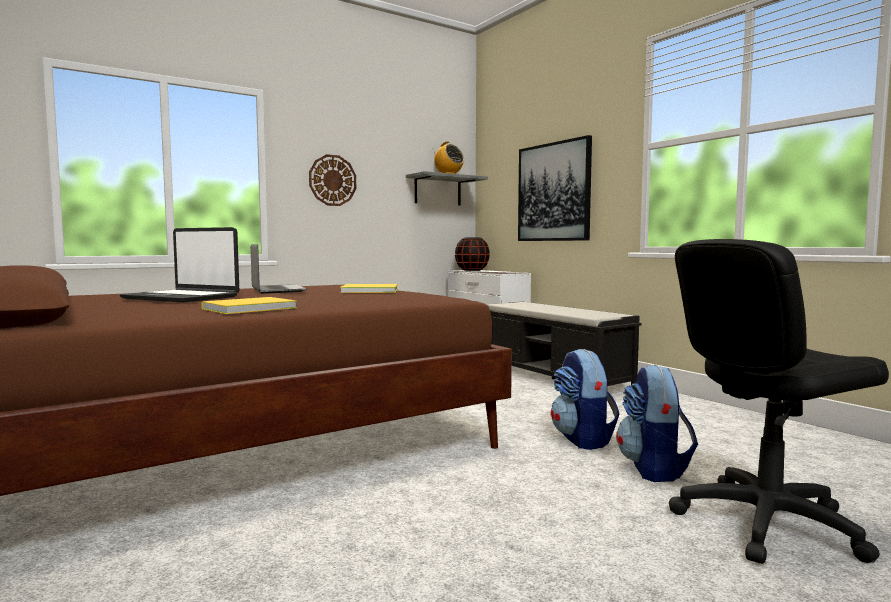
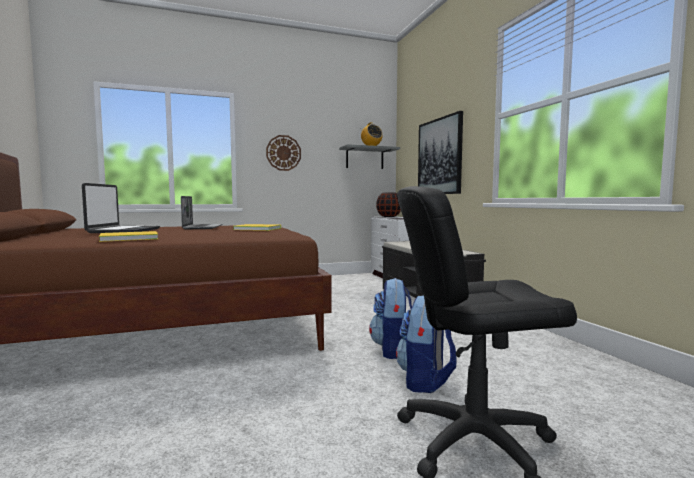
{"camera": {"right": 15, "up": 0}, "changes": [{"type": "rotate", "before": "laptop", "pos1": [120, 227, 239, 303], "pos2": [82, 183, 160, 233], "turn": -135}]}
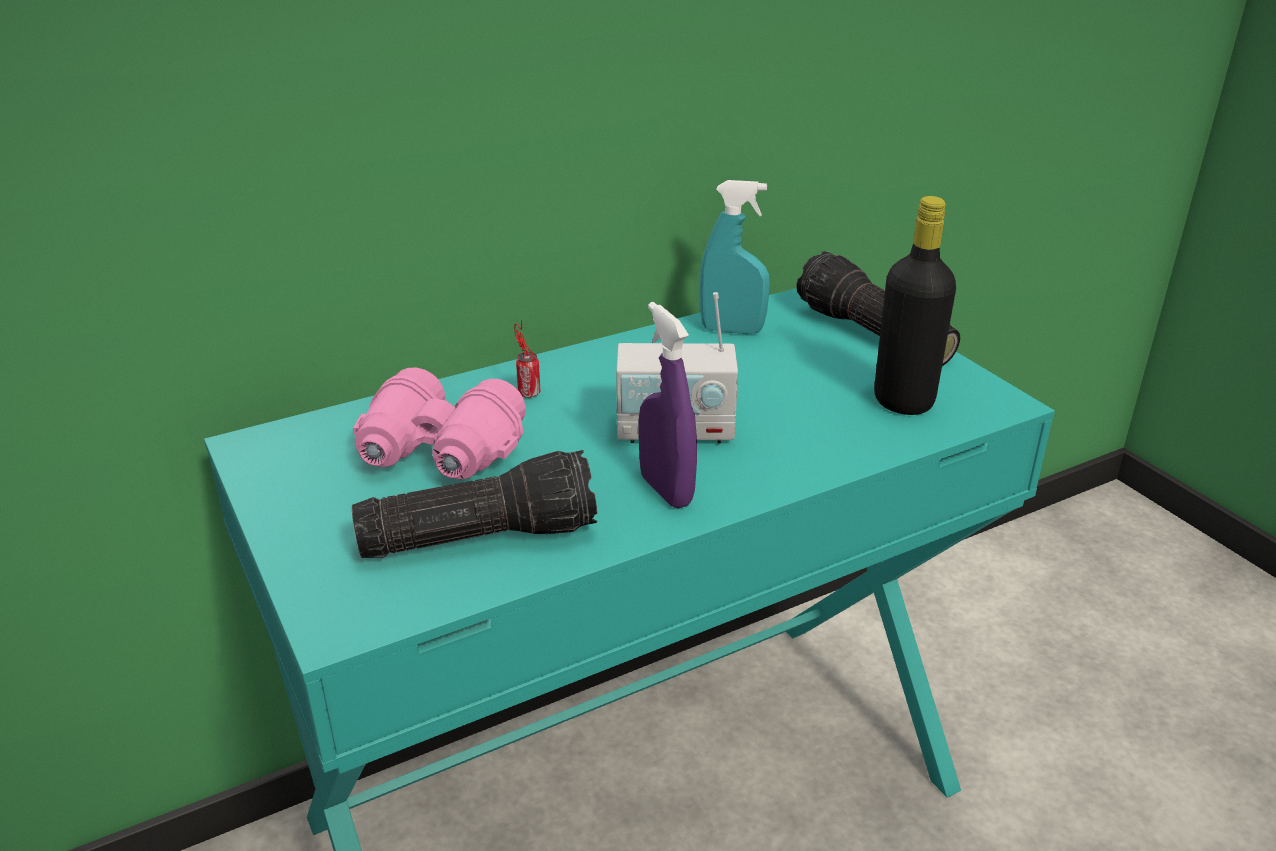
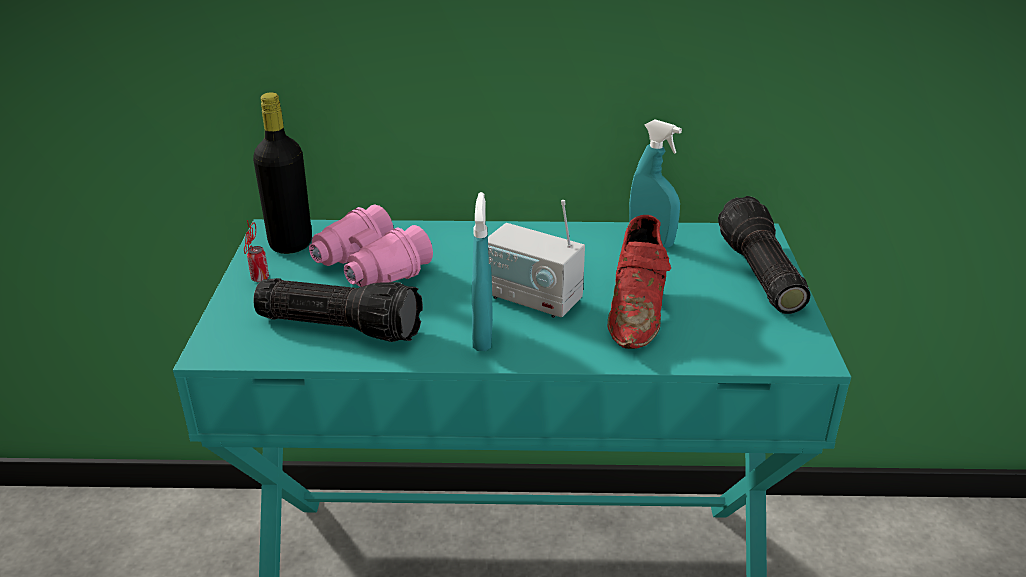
{"camera": {"right": 30, "up": 0}, "changes": [{"type": "move", "before": "black bottle", "pos1": [874, 196, 956, 415], "pos2": [253, 93, 312, 254]}, {"type": "recolor", "before": "purple spray bottle", "after": "turquoise spray bottle", "pos1": [639, 302, 697, 508], "pos2": [472, 192, 493, 351]}, {"type": "move", "before": "can", "pos1": [514, 319, 540, 398], "pos2": [244, 220, 269, 282]}, {"type": "insert", "after": "red shoe", "pos2": [608, 215, 671, 349]}]}
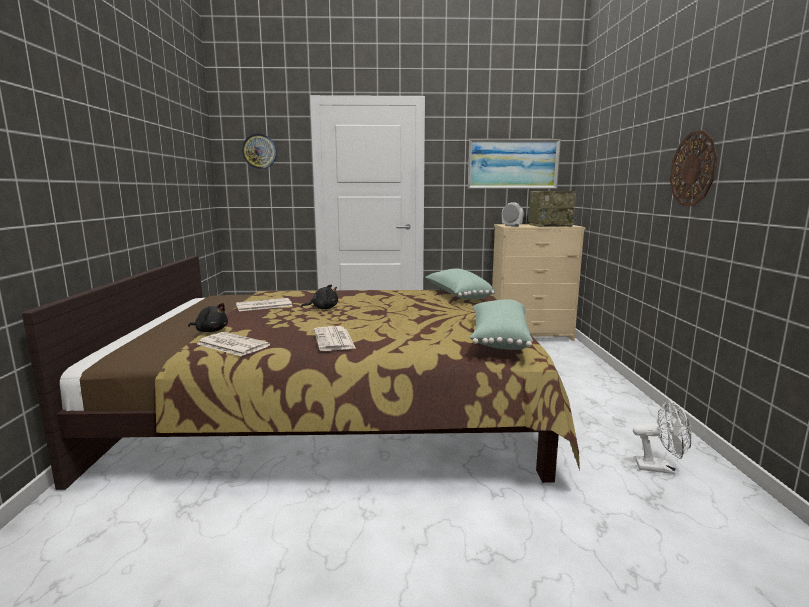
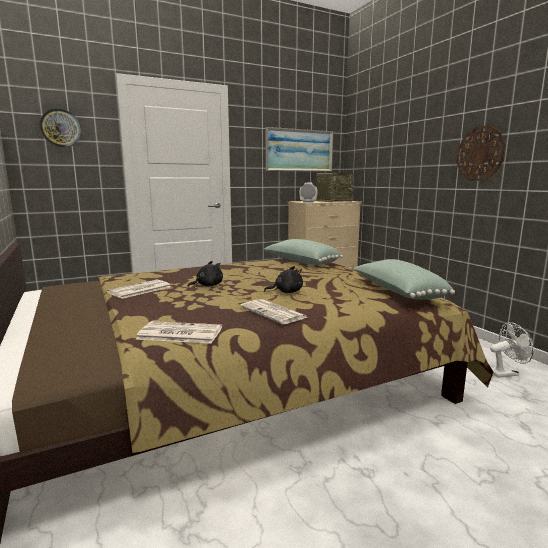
{"camera": {"right": -25, "up": 0}, "changes": [{"type": "move", "before": "black plush toy", "pos1": [188, 303, 228, 332], "pos2": [264, 266, 303, 293]}]}
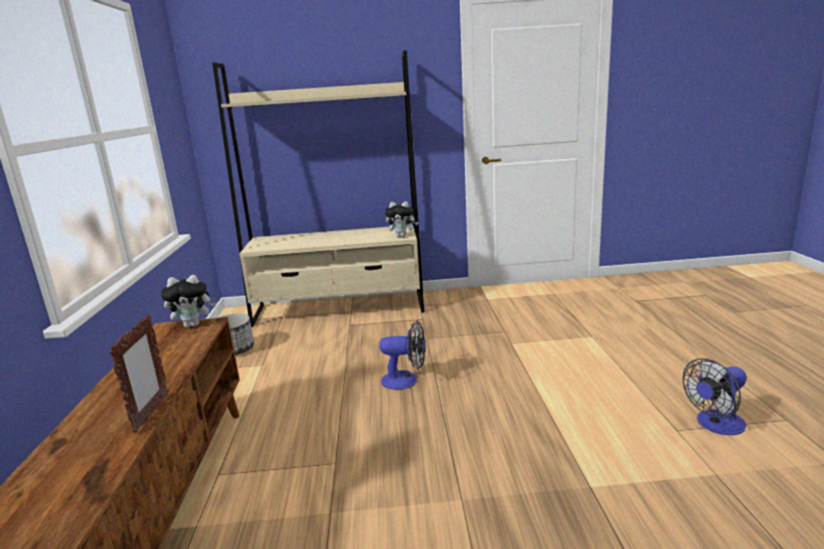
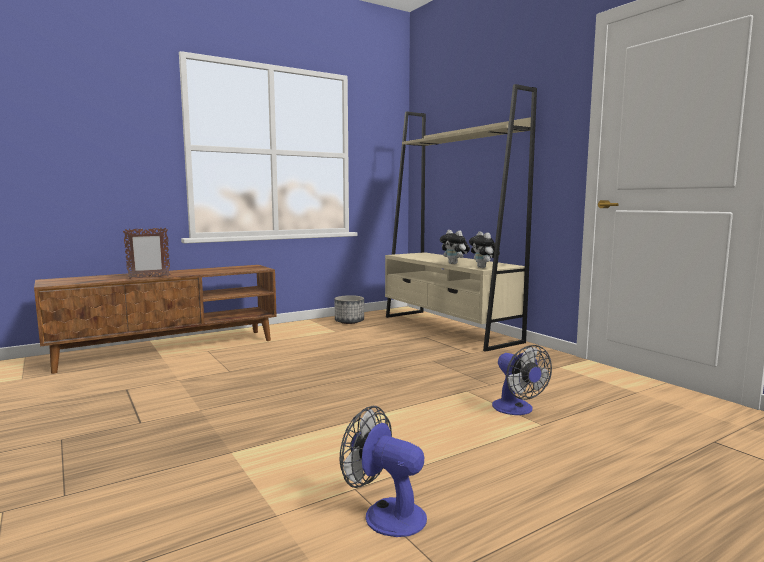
{"camera": {"right": 60, "up": -10}, "changes": [{"type": "move", "before": "plush toy", "pos1": [161, 275, 216, 328], "pos2": [440, 230, 470, 264]}, {"type": "move", "before": "fan", "pos1": [379, 320, 426, 390], "pos2": [492, 345, 552, 415]}]}
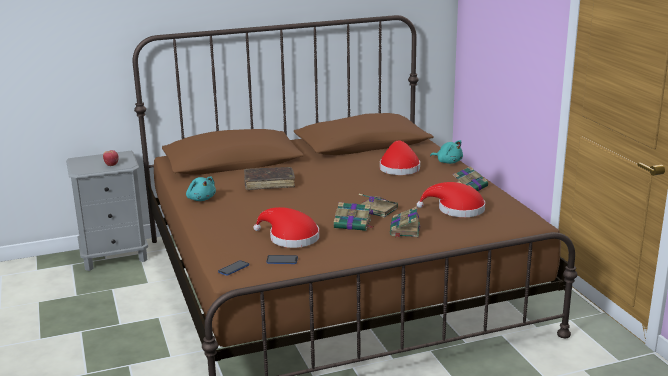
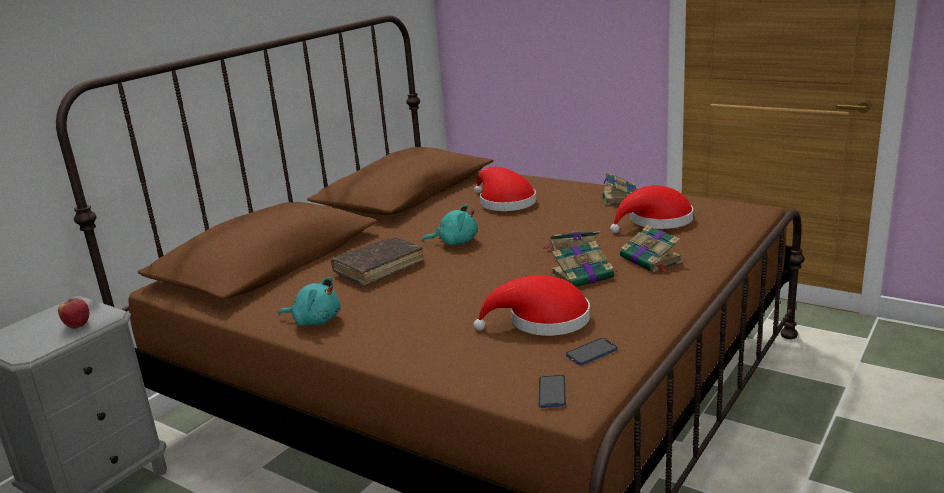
{"camera": {"right": -35, "up": 0}, "changes": [{"type": "move", "before": "turquoise plush toy", "pos1": [430, 140, 463, 164], "pos2": [422, 204, 478, 245]}]}
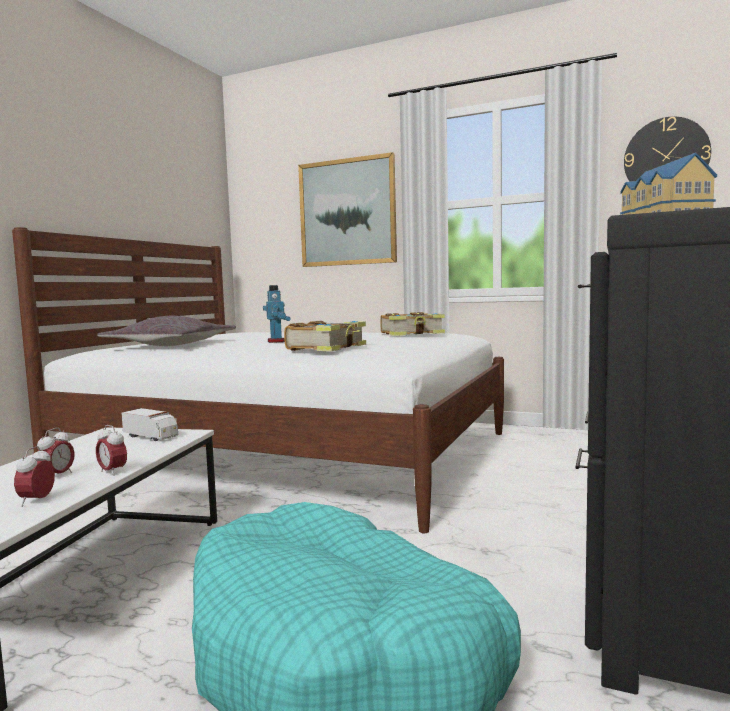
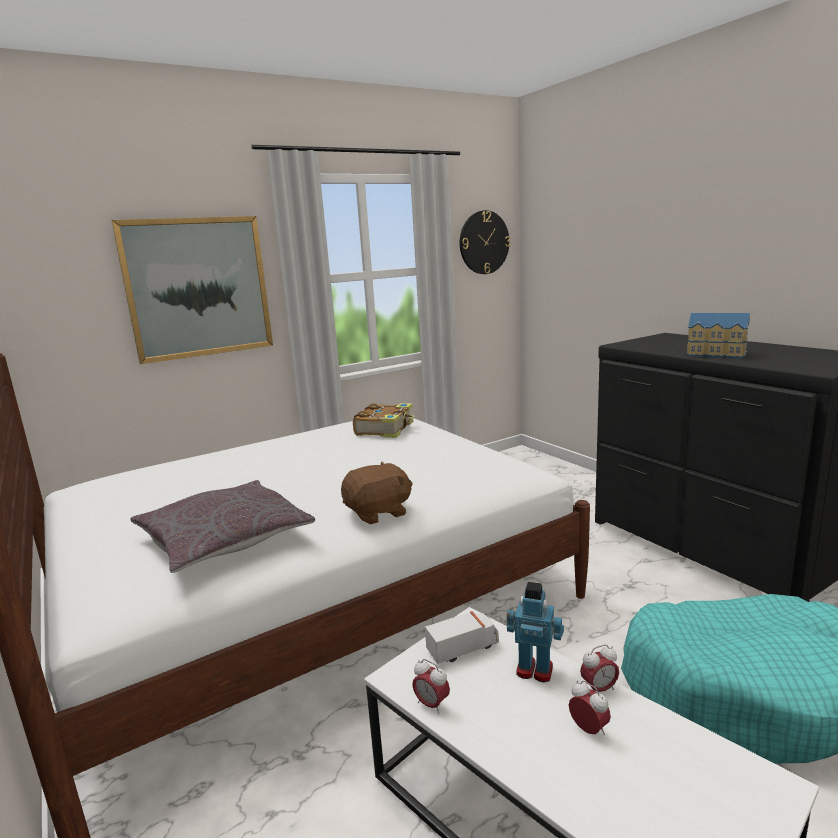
{"camera": {"right": -55, "up": 10}, "changes": [{"type": "move", "before": "toy robot", "pos1": [263, 285, 291, 343], "pos2": [507, 582, 564, 682]}, {"type": "delete", "before": "book", "pos1": [284, 321, 366, 351]}, {"type": "move", "before": "alarm clock", "pos1": [14, 446, 55, 507], "pos2": [412, 659, 450, 714]}, {"type": "insert", "after": "brown plush toy", "pos2": [341, 462, 413, 524]}]}
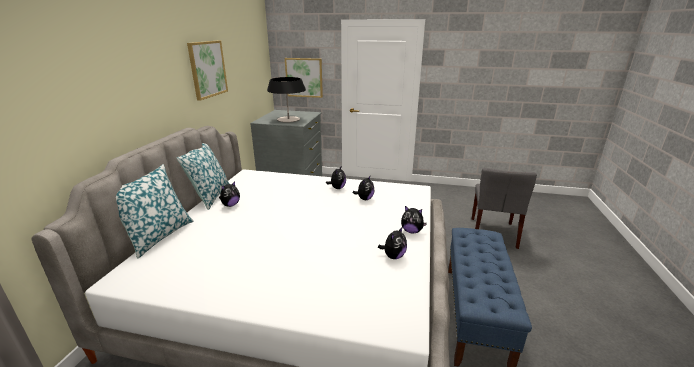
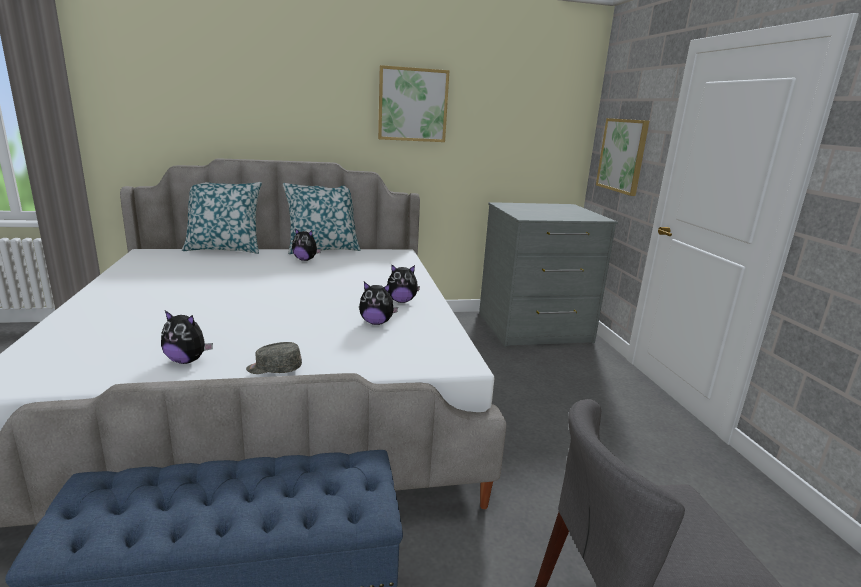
{"camera": {"right": 65, "up": -5}, "changes": [{"type": "delete", "before": "table lamp", "pos1": [267, 77, 306, 123]}, {"type": "replace", "before": "plush toy", "after": "grey cap", "pos1": [401, 206, 427, 234], "pos2": [246, 342, 302, 374]}]}
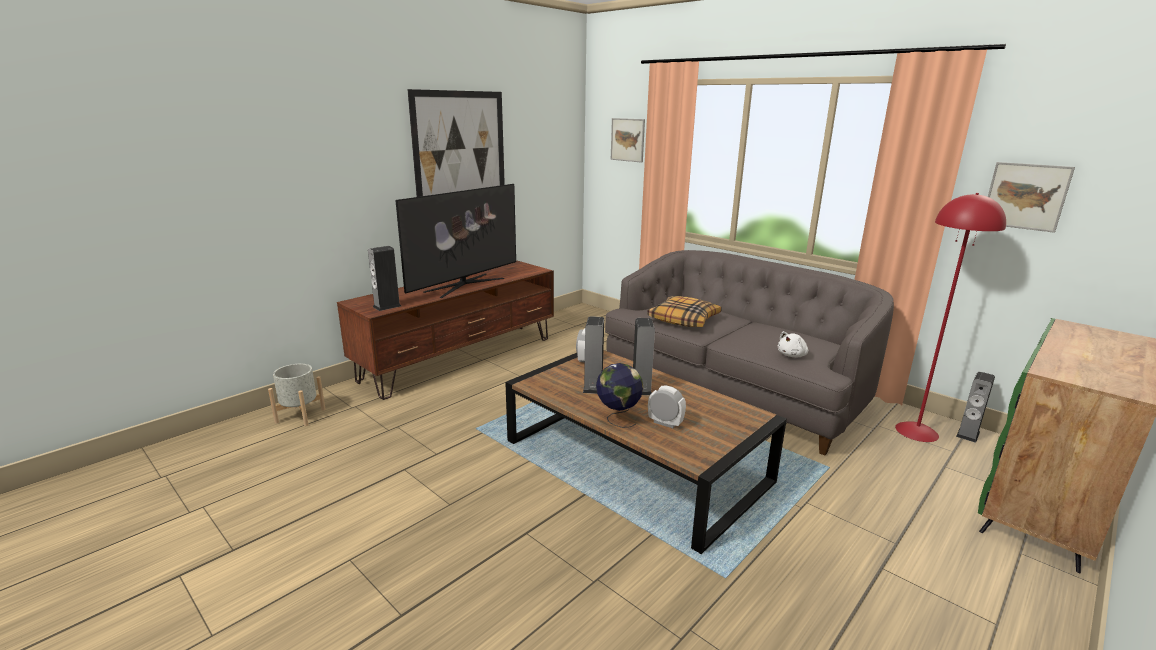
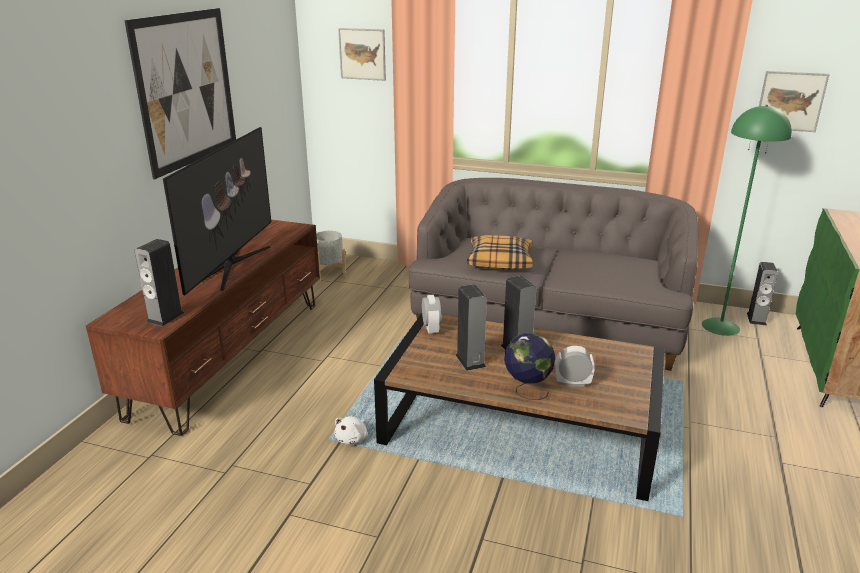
{"camera": {"right": -25, "up": 5}, "changes": [{"type": "recolor", "before": "red floor lamp", "after": "green floor lamp", "pos1": [895, 193, 1006, 442], "pos2": [702, 105, 792, 336]}, {"type": "move", "before": "white plush toy", "pos1": [778, 331, 808, 357], "pos2": [334, 416, 368, 444]}, {"type": "move", "before": "grey planter", "pos1": [268, 364, 326, 426], "pos2": [316, 230, 346, 281]}]}
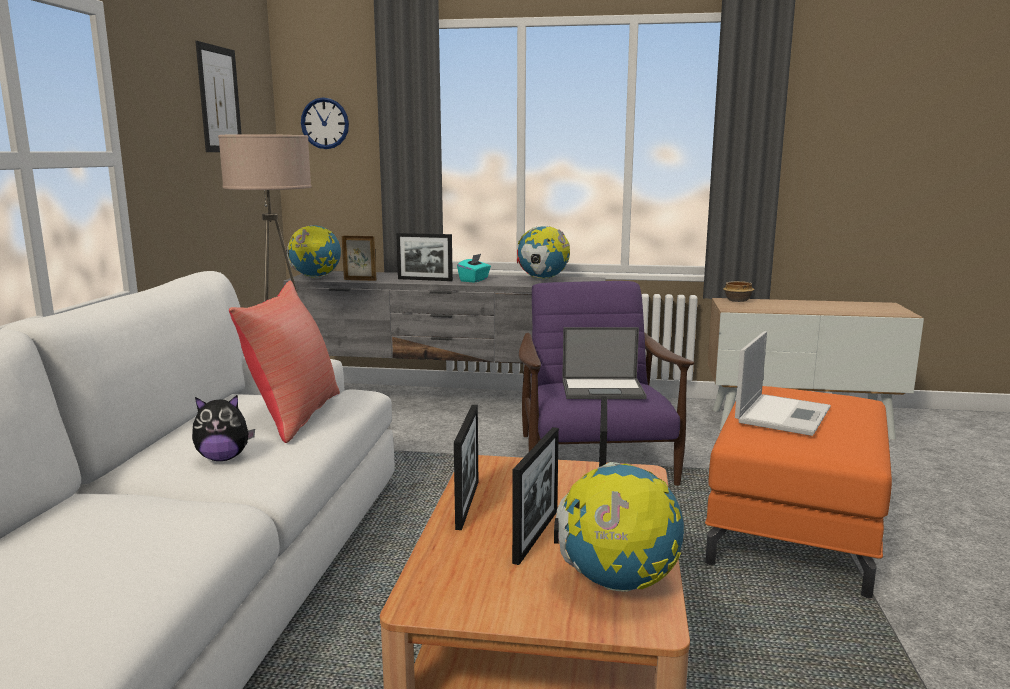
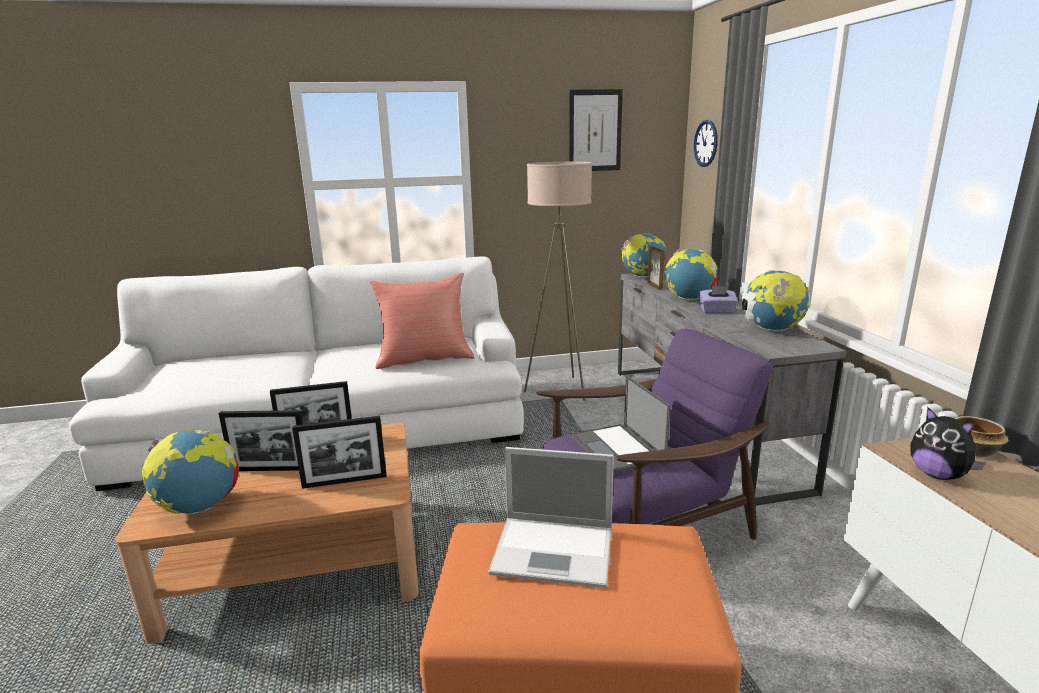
{"camera": {"right": 70, "up": 5}, "changes": [{"type": "replace", "before": "picture frame", "after": "globe", "pos1": [396, 233, 453, 281], "pos2": [665, 249, 718, 301]}, {"type": "recolor", "before": "turquoise tissue box", "after": "purple tissue box", "pos1": [457, 254, 491, 283], "pos2": [699, 286, 738, 314]}, {"type": "move", "before": "plush toy", "pos1": [192, 395, 255, 461], "pos2": [910, 407, 986, 480]}]}
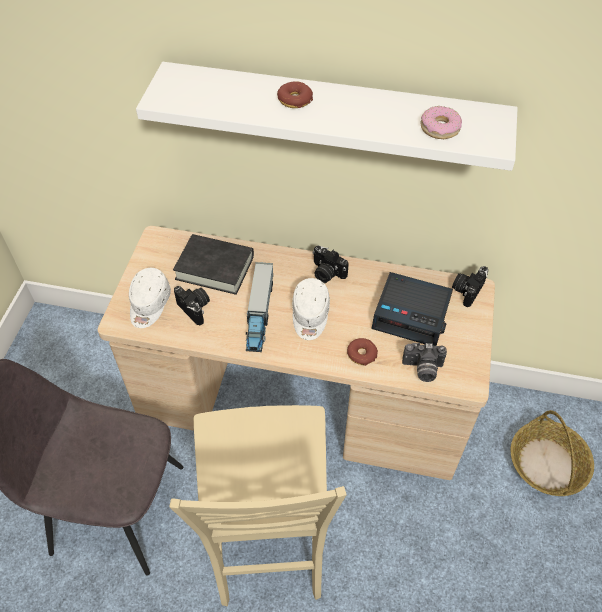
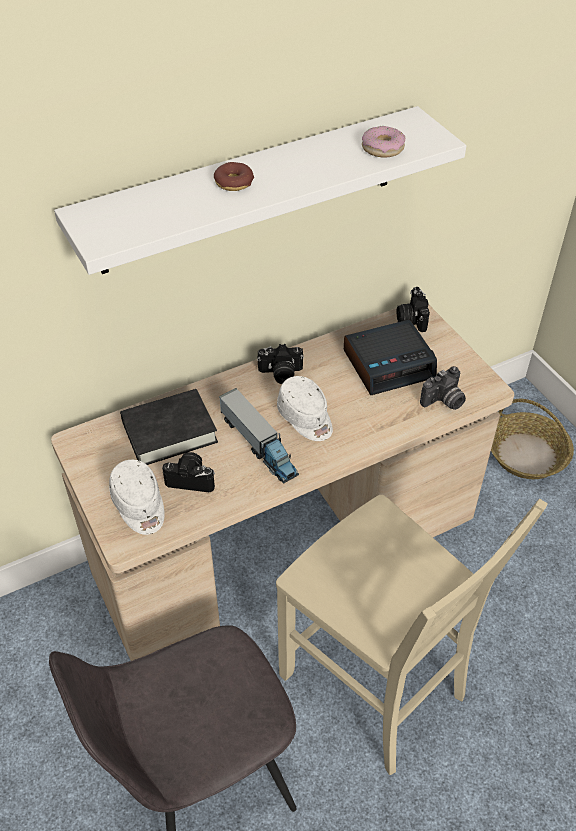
{"camera": {"right": -40, "up": -5}, "changes": [{"type": "delete", "before": "donut", "pos1": [347, 338, 378, 366]}]}
